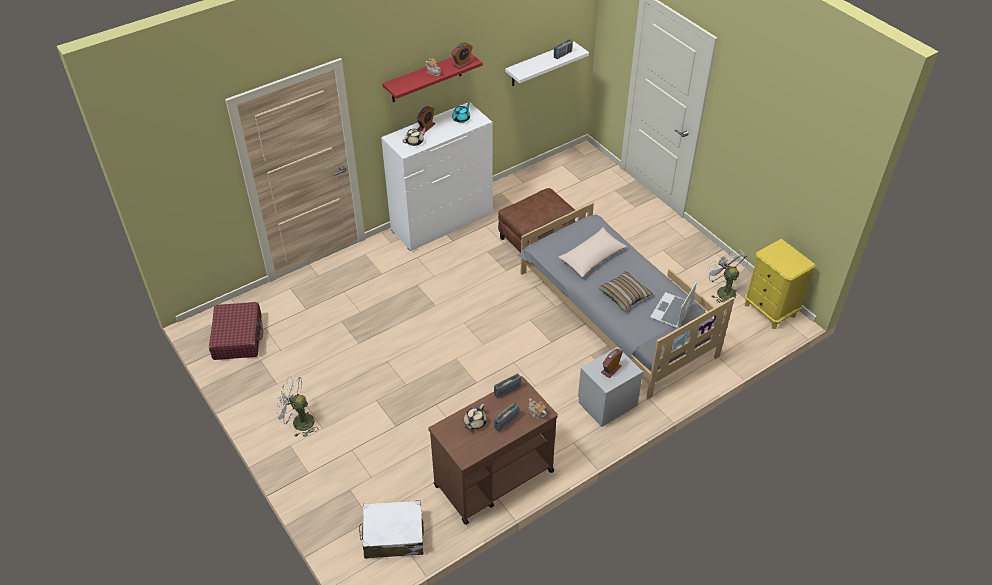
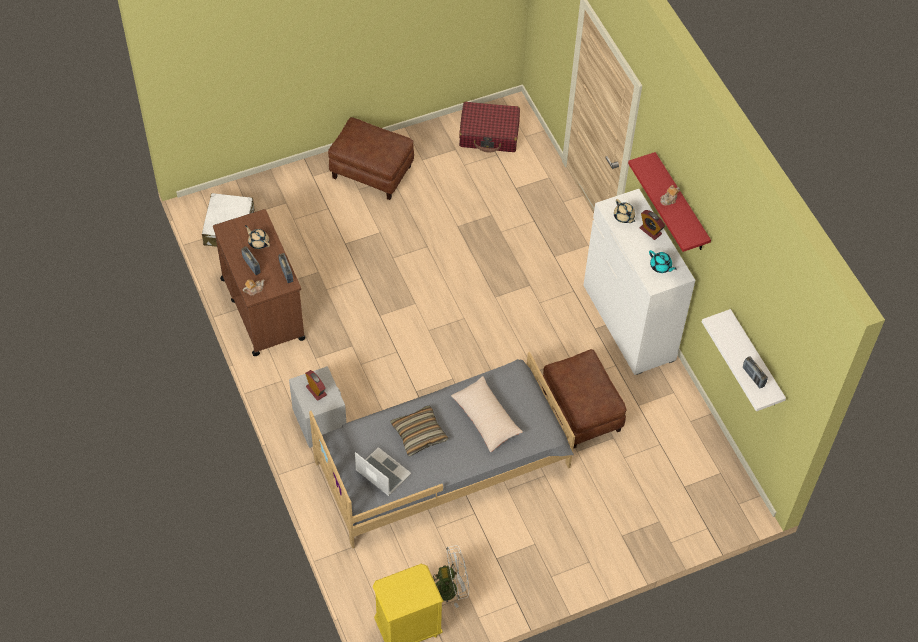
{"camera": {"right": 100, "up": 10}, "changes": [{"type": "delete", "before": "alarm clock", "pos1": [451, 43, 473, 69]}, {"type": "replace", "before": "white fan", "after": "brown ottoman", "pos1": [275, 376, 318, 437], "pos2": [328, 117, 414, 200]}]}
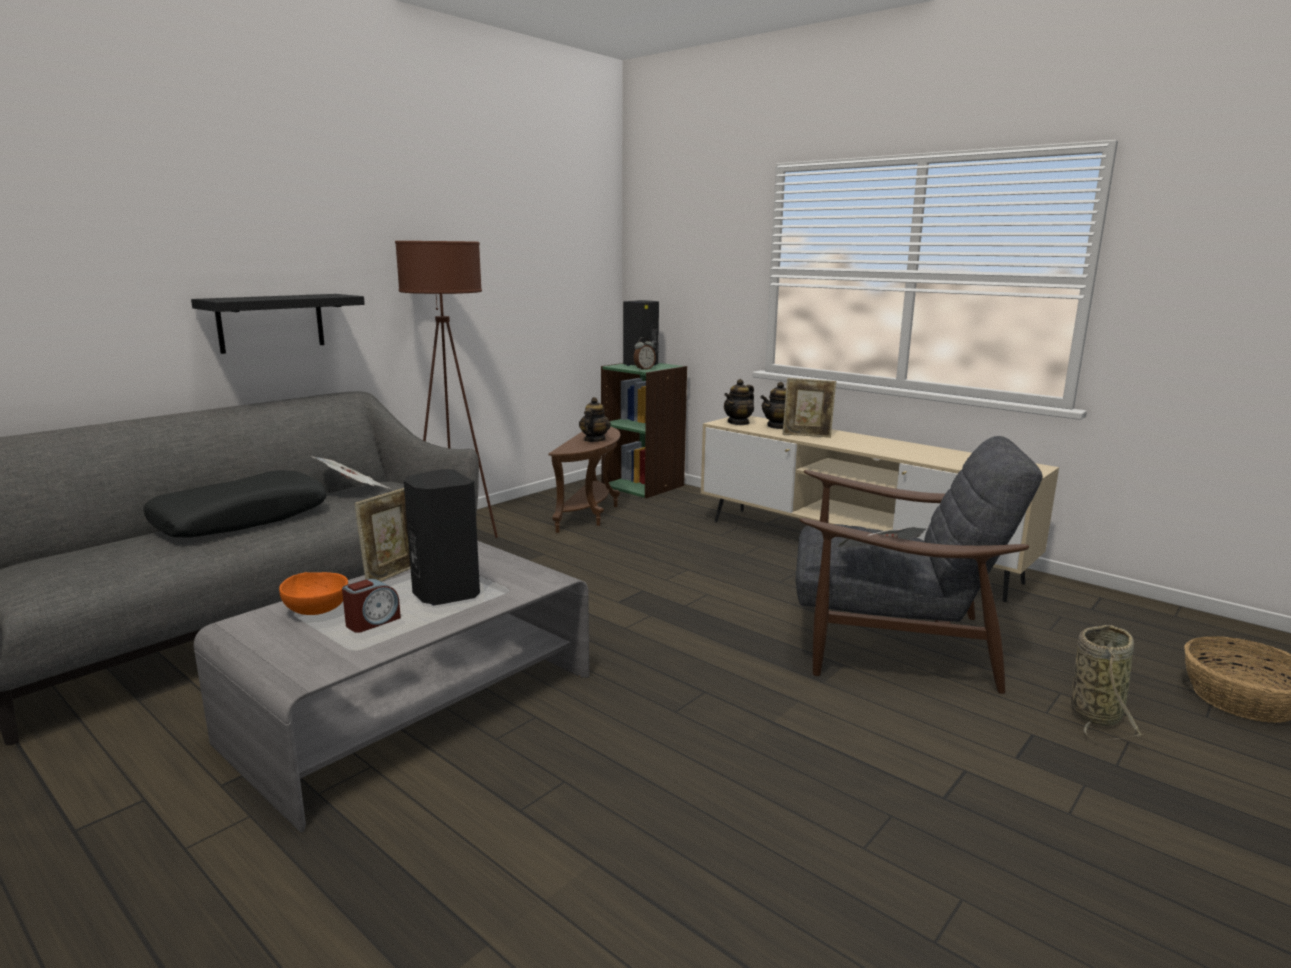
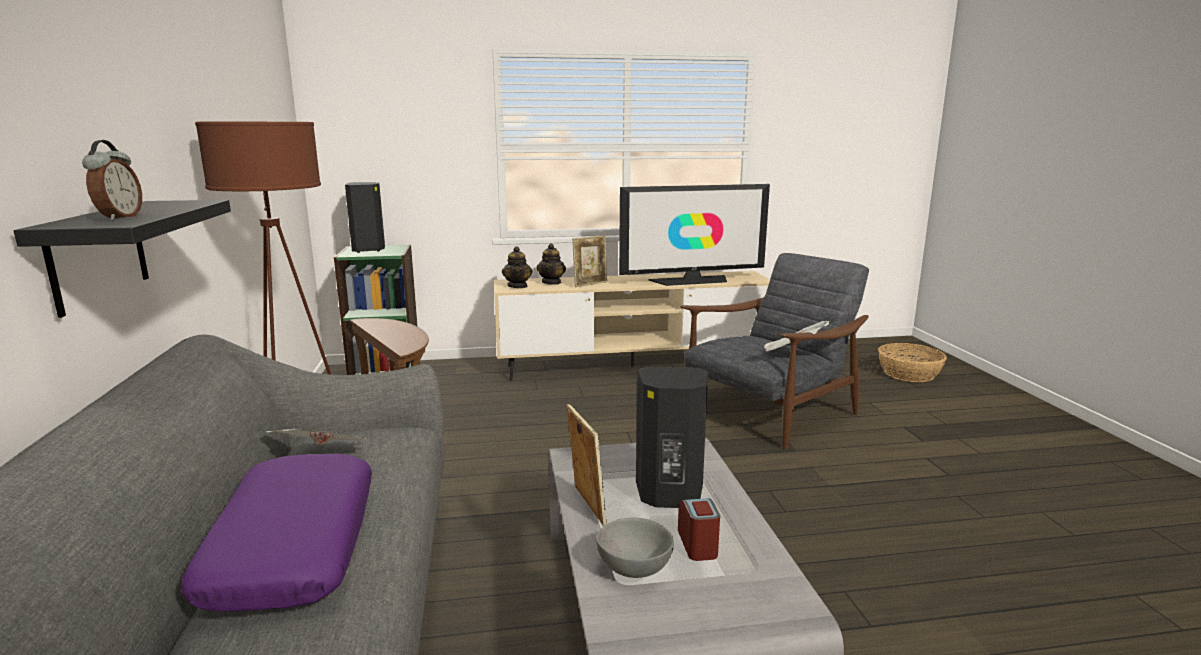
{"camera": {"right": -50, "up": 0}, "changes": [{"type": "move", "before": "alarm clock", "pos1": [634, 337, 656, 370], "pos2": [82, 140, 142, 221]}, {"type": "delete", "before": "teapot", "pos1": [579, 397, 611, 442]}, {"type": "recolor", "before": "black pillow", "after": "purple pillow", "pos1": [143, 470, 326, 538], "pos2": [181, 454, 372, 612]}, {"type": "recolor", "before": "orange bowl", "after": "grey bowl", "pos1": [279, 572, 348, 615], "pos2": [596, 518, 674, 578]}, {"type": "delete", "before": "basket", "pos1": [1071, 625, 1142, 740]}, {"type": "insert", "after": "television", "pos2": [619, 184, 770, 286]}]}
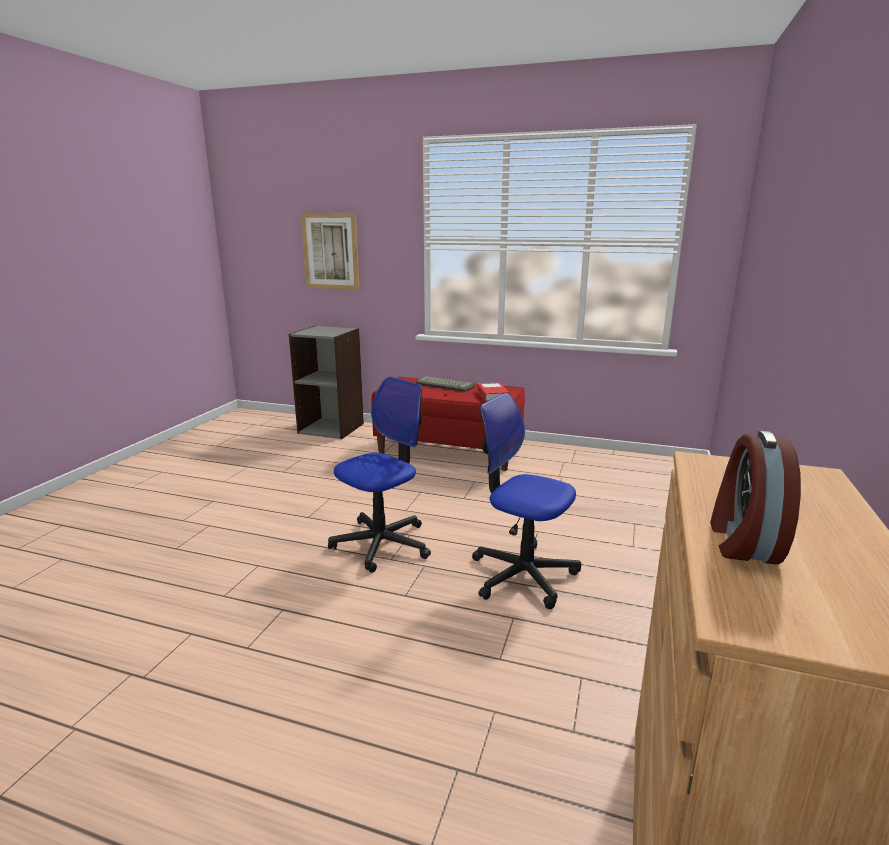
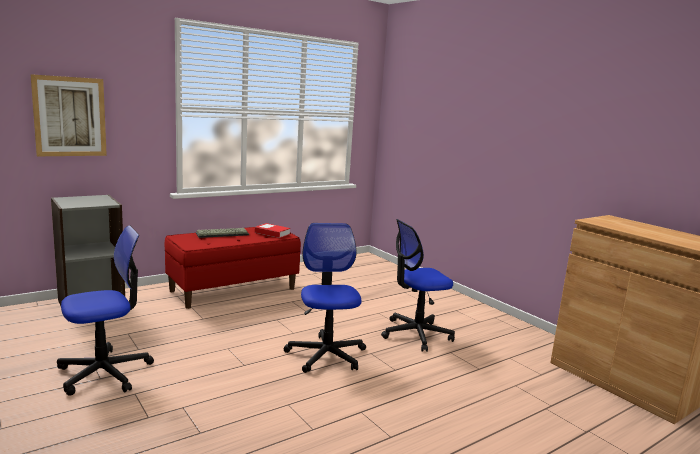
{"camera": {"right": -55, "up": -5}, "changes": [{"type": "delete", "before": "alarm clock", "pos1": [710, 431, 801, 565]}, {"type": "insert", "after": "office chair", "pos2": [57, 226, 154, 396]}]}
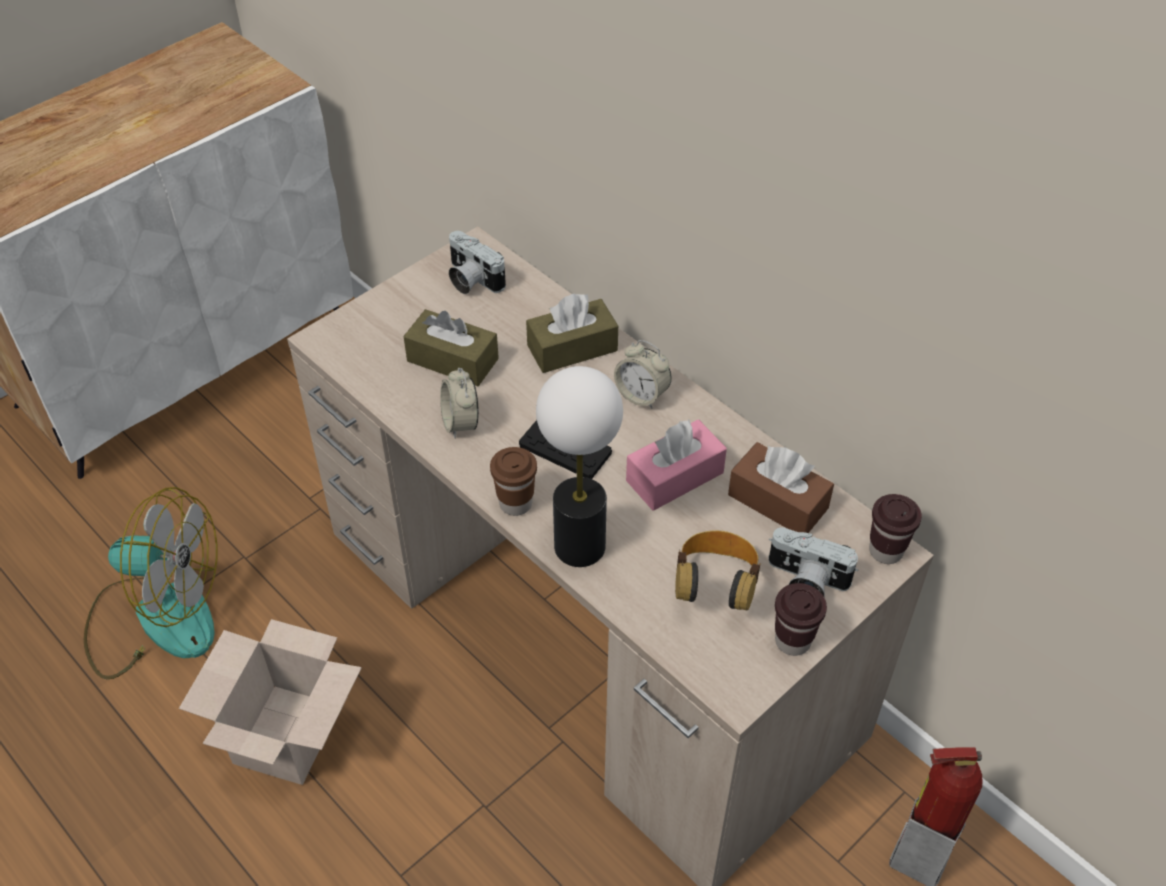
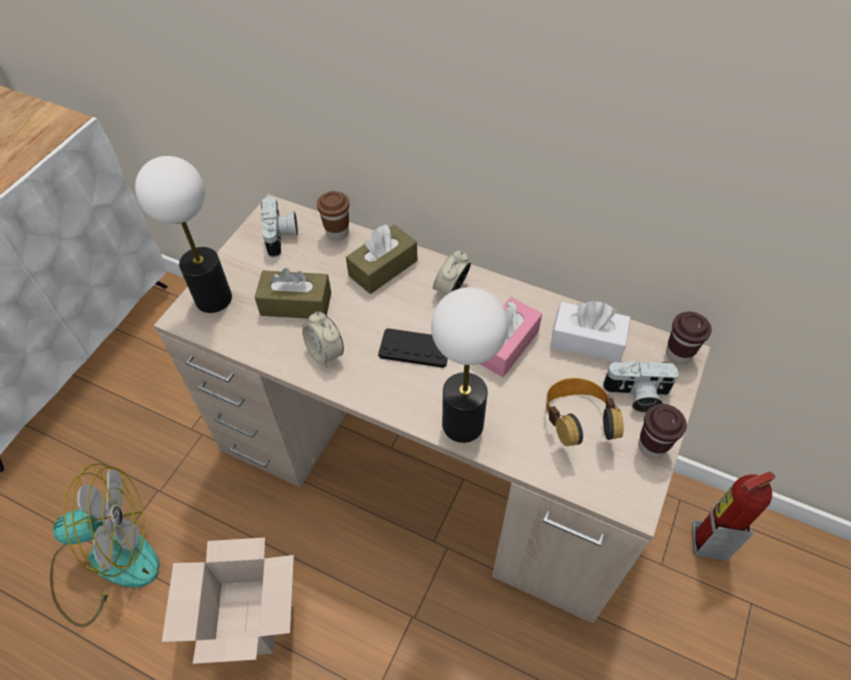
{"camera": {"right": -20, "up": 5}, "changes": [{"type": "rotate", "before": "photo camera", "pos1": [449, 231, 506, 294], "pos2": [261, 196, 298, 258], "turn": -120}, {"type": "rotate", "before": "alarm clock", "pos1": [614, 340, 672, 409], "pos2": [433, 251, 471, 296], "turn": 105}, {"type": "recolor", "before": "brown tissue box", "after": "white tissue box", "pos1": [728, 442, 834, 533], "pos2": [550, 301, 631, 362]}, {"type": "move", "before": "brown cup", "pos1": [490, 447, 537, 516], "pos2": [317, 191, 349, 241]}, {"type": "insert", "after": "table lamp", "pos2": [135, 156, 232, 313]}]}
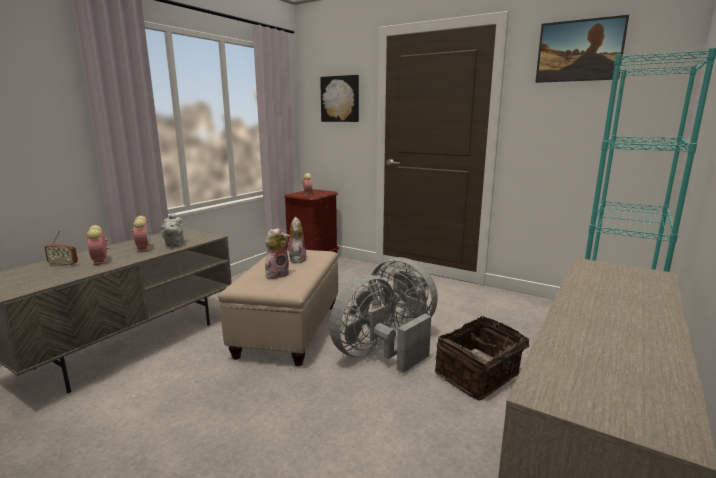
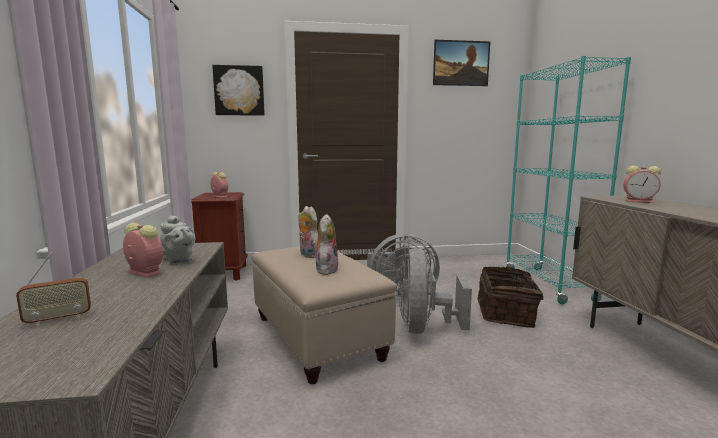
{"camera": {"right": -40, "up": -5}, "changes": [{"type": "move", "before": "alarm clock", "pos1": [87, 225, 109, 265], "pos2": [623, 166, 661, 203]}]}
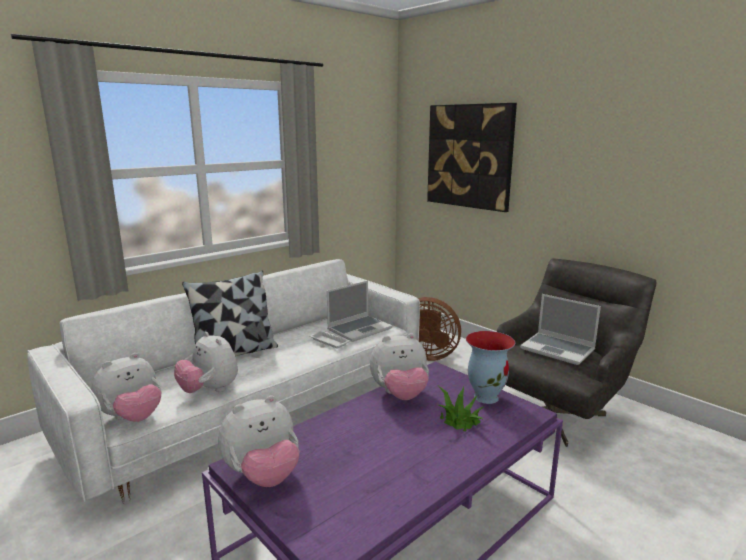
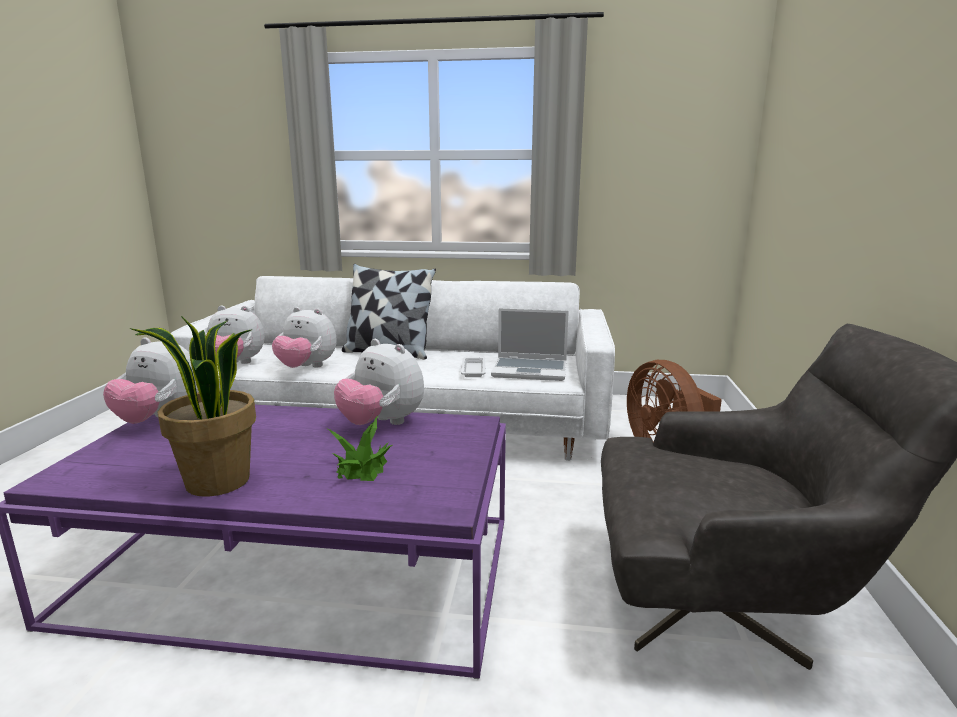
{"camera": {"right": 50, "up": 0}, "changes": [{"type": "delete", "before": "picture", "pos1": [427, 103, 517, 212]}, {"type": "delete", "before": "laptop", "pos1": [520, 294, 601, 365]}, {"type": "delete", "before": "vase", "pos1": [466, 331, 515, 404]}, {"type": "rotate", "before": "plush toy", "pos1": [174, 332, 238, 393], "pos2": [272, 307, 337, 368], "turn": -75}, {"type": "insert", "after": "potted plant", "pos2": [129, 316, 256, 497]}]}
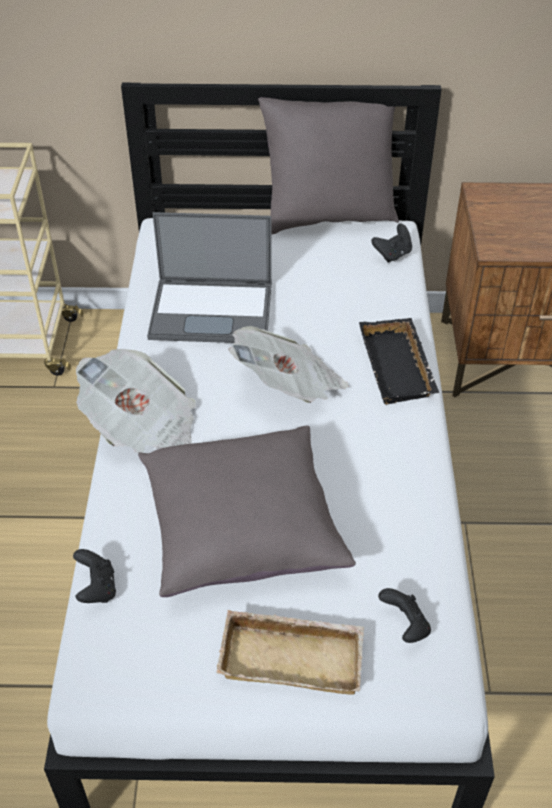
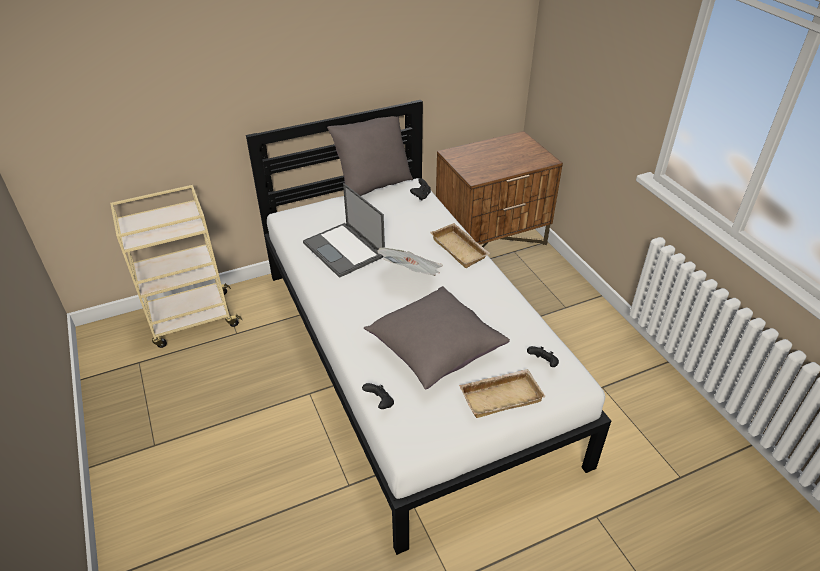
{"camera": {"right": -25, "up": -5}, "changes": [{"type": "rotate", "before": "laptop", "pos1": [147, 212, 272, 343], "pos2": [303, 183, 385, 278], "turn": 75}, {"type": "recolor", "before": "black tray", "after": "beige tray", "pos1": [359, 318, 439, 405], "pos2": [430, 223, 491, 268]}, {"type": "delete", "before": "newspaper", "pos1": [76, 349, 196, 453]}]}
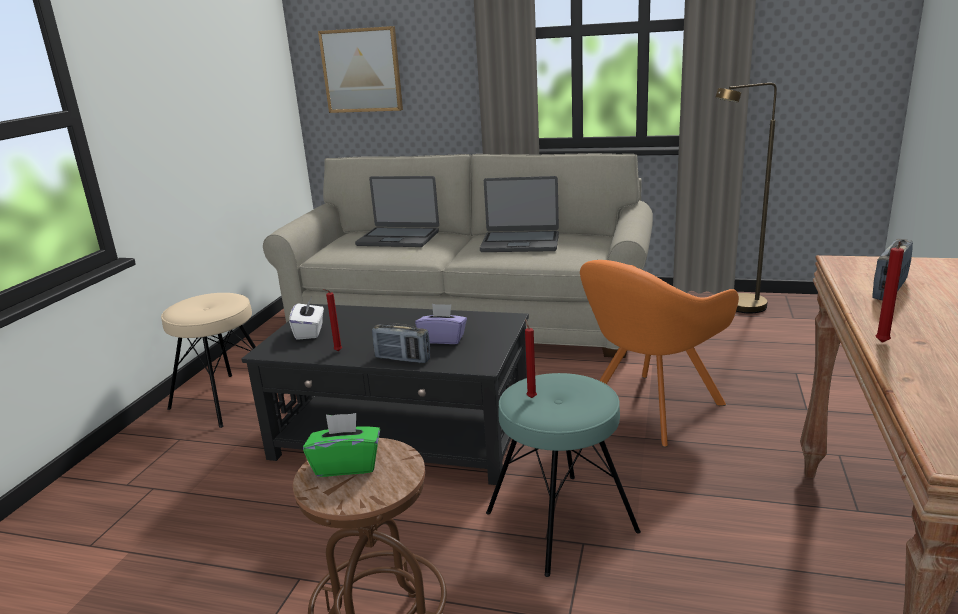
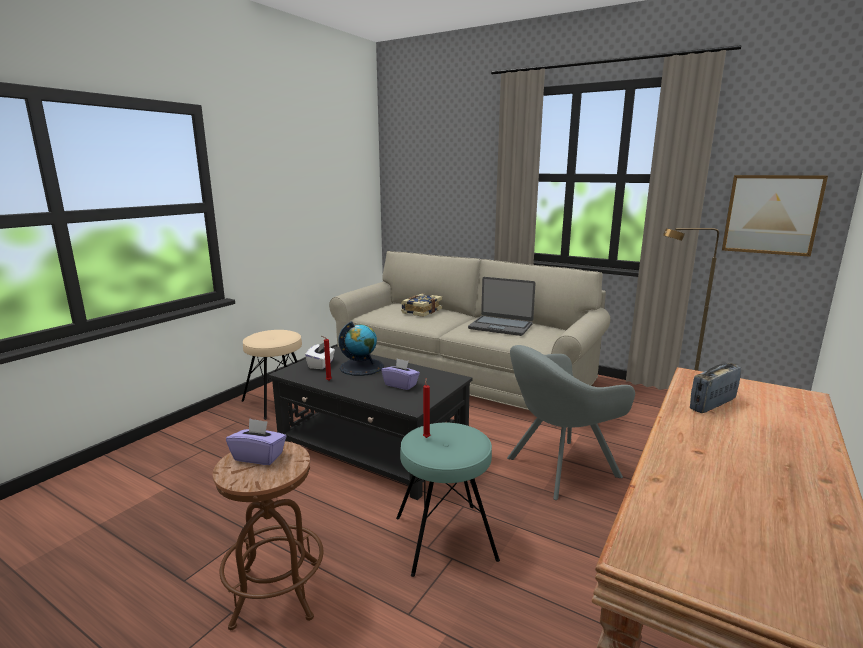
{"camera": {"right": 15, "up": -5}, "changes": [{"type": "move", "before": "picture", "pos1": [318, 26, 403, 113], "pos2": [722, 175, 828, 257]}, {"type": "replace", "before": "laptop", "after": "book", "pos1": [355, 176, 439, 247], "pos2": [401, 294, 442, 317]}, {"type": "delete", "before": "red candle", "pos1": [876, 241, 904, 343]}, {"type": "recolor", "before": "orange armchair", "after": "grey armchair", "pos1": [580, 260, 739, 447], "pos2": [507, 345, 635, 500]}, {"type": "delete", "before": "radio", "pos1": [372, 324, 430, 363]}, {"type": "recolor", "before": "green tissue box", "after": "purple tissue box", "pos1": [303, 413, 380, 477], "pos2": [226, 418, 286, 465]}, {"type": "insert", "after": "globe", "pos2": [338, 321, 384, 376]}]}
